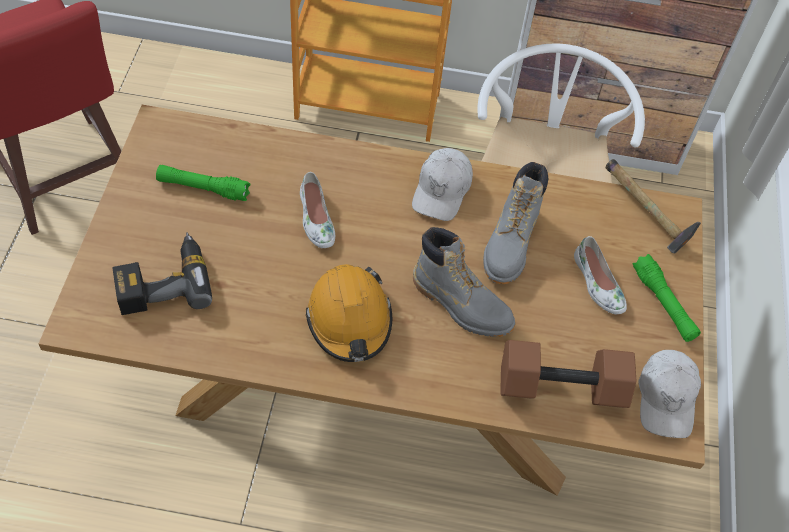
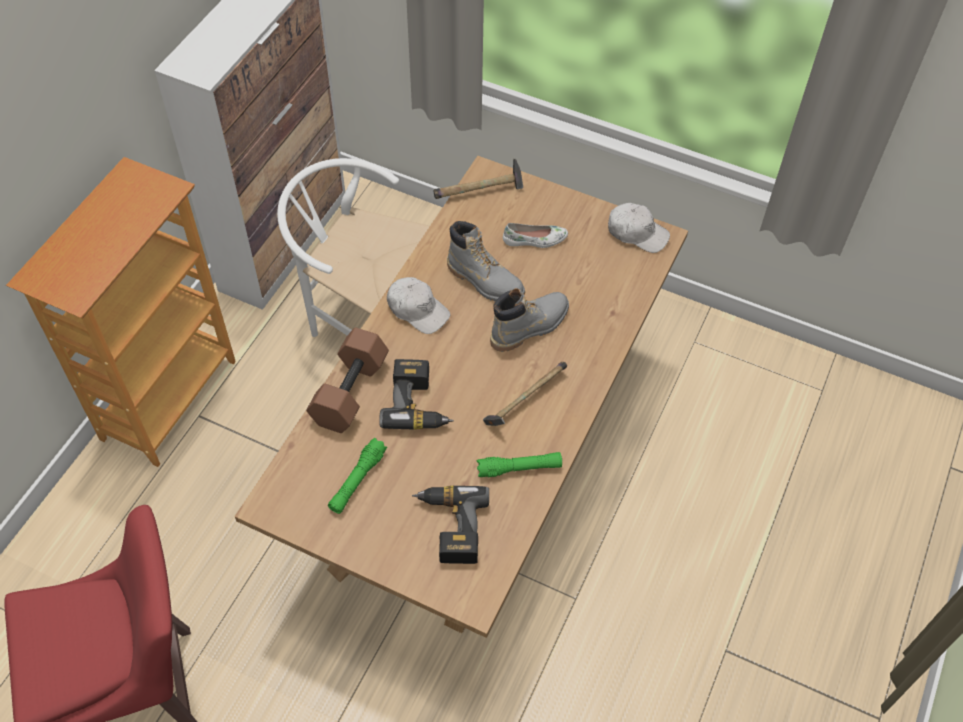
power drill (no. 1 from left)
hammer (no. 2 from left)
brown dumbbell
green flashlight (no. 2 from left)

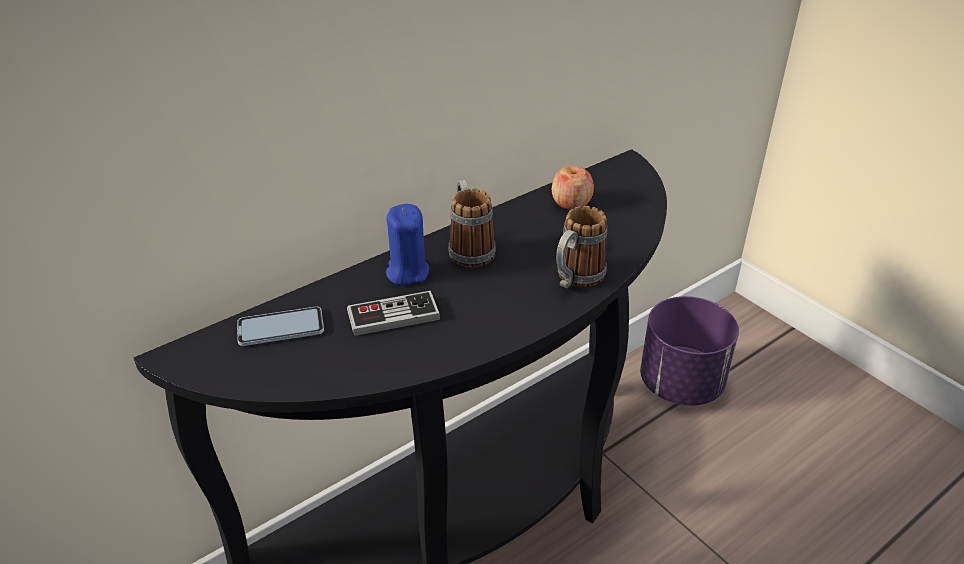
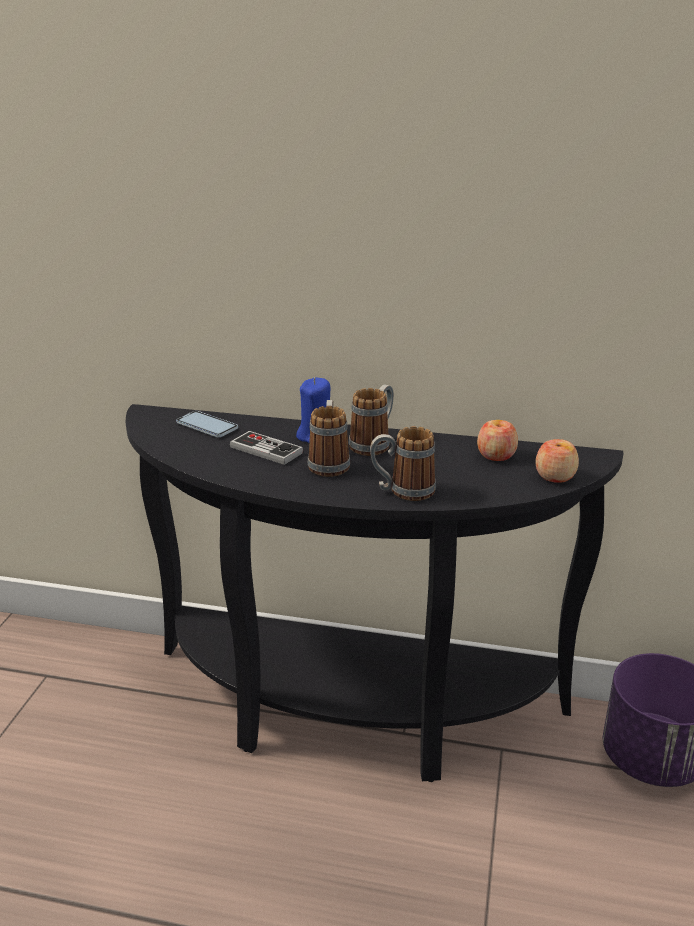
mug (no. 1 from left)
apple (no. 2 from left)

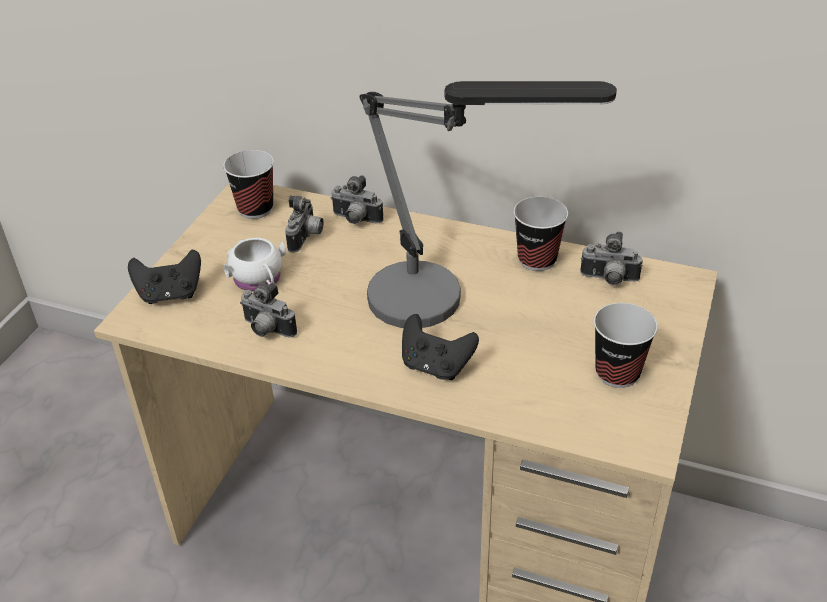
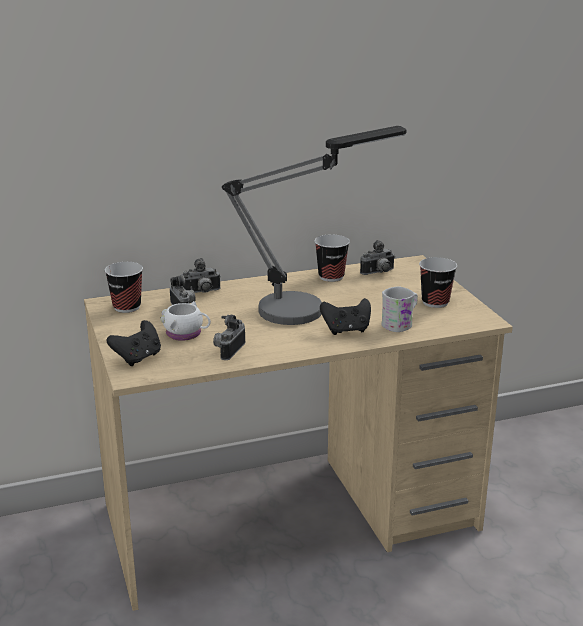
photo camera (no. 3 from left)
white mug (no. 2 from left)

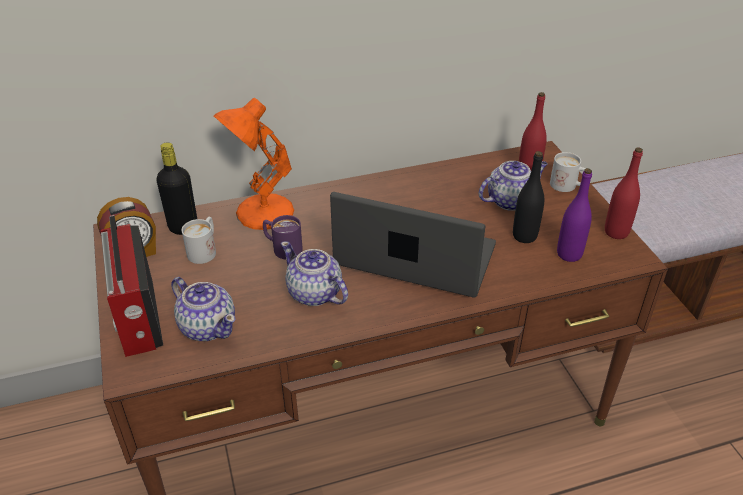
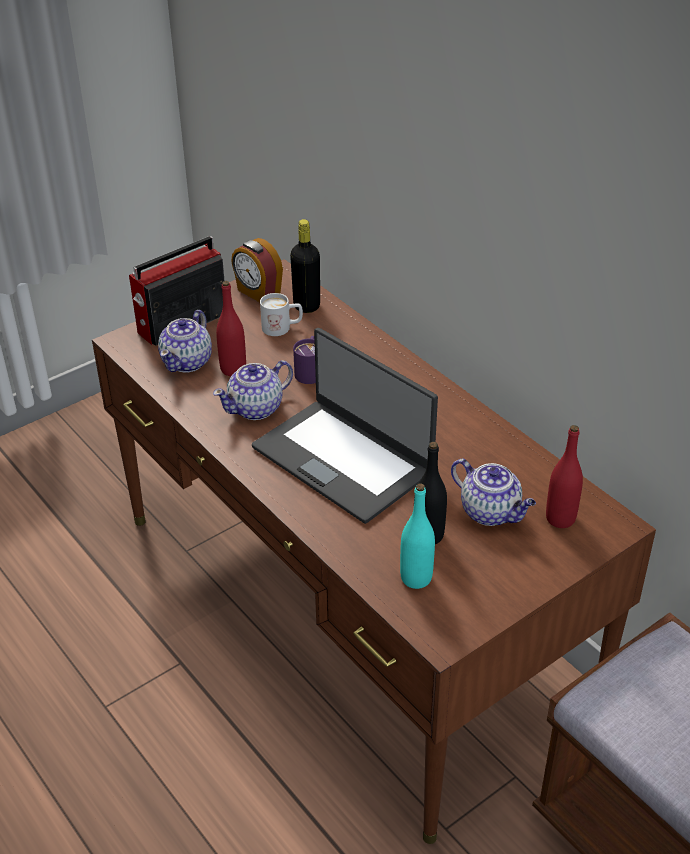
orange table lamp
teapot (no. 2 from left)
laptop
white mug (no. 2 from left in the first image)
turquoise bottle
red bottle (no. 1 from left)

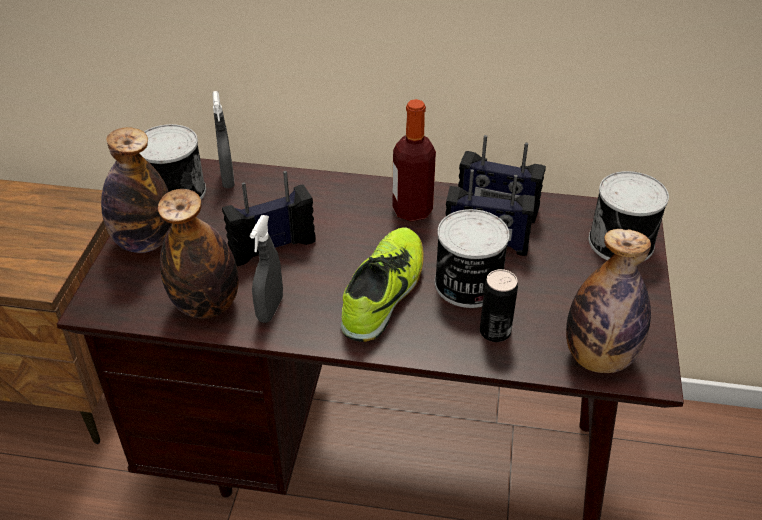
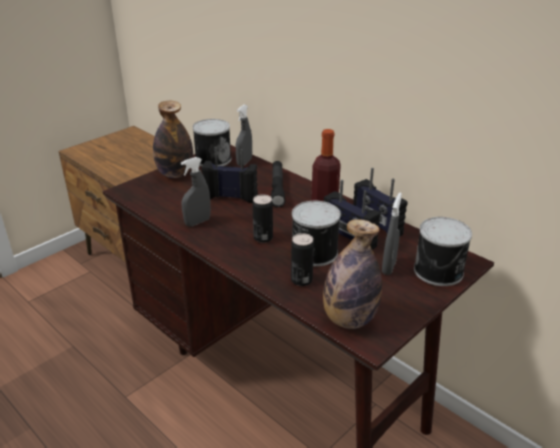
bottle (no. 2 from left in the first image)
can (no. 2 from left)
black flashlight
grey spray bottle (no. 3 from left)

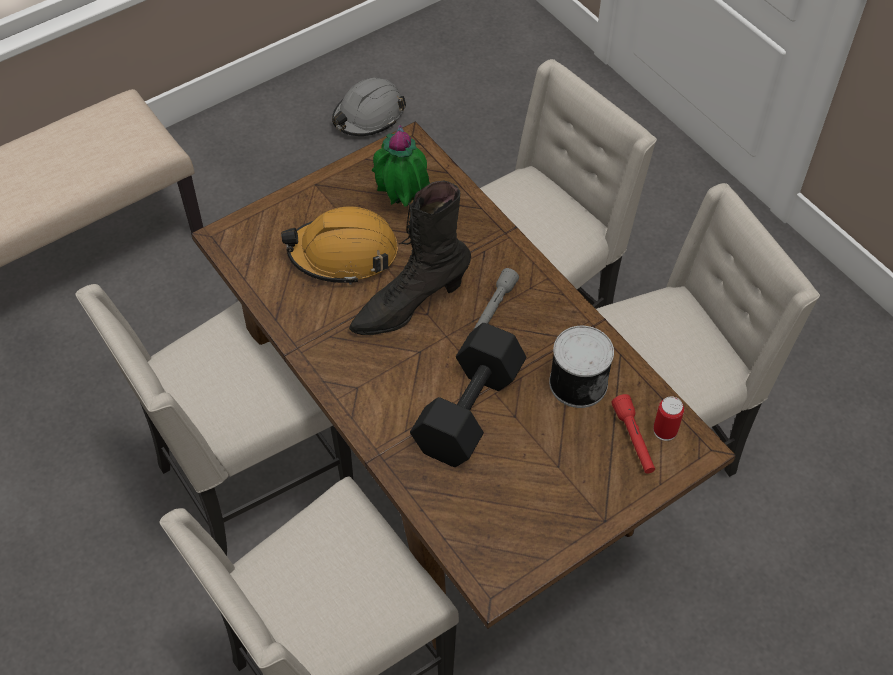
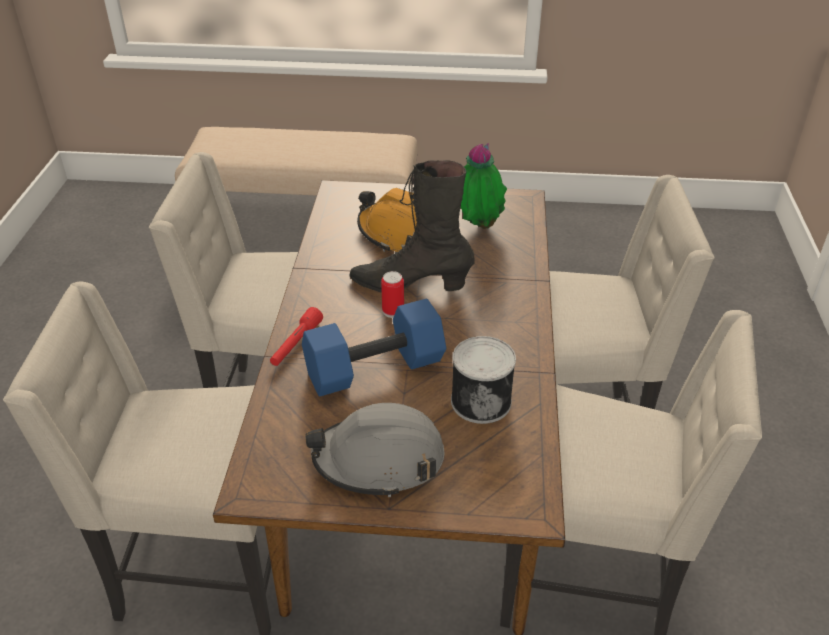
grey hard hat
blue dumbbell
grey flashlight
red flashlight
can (no. 1 from left)

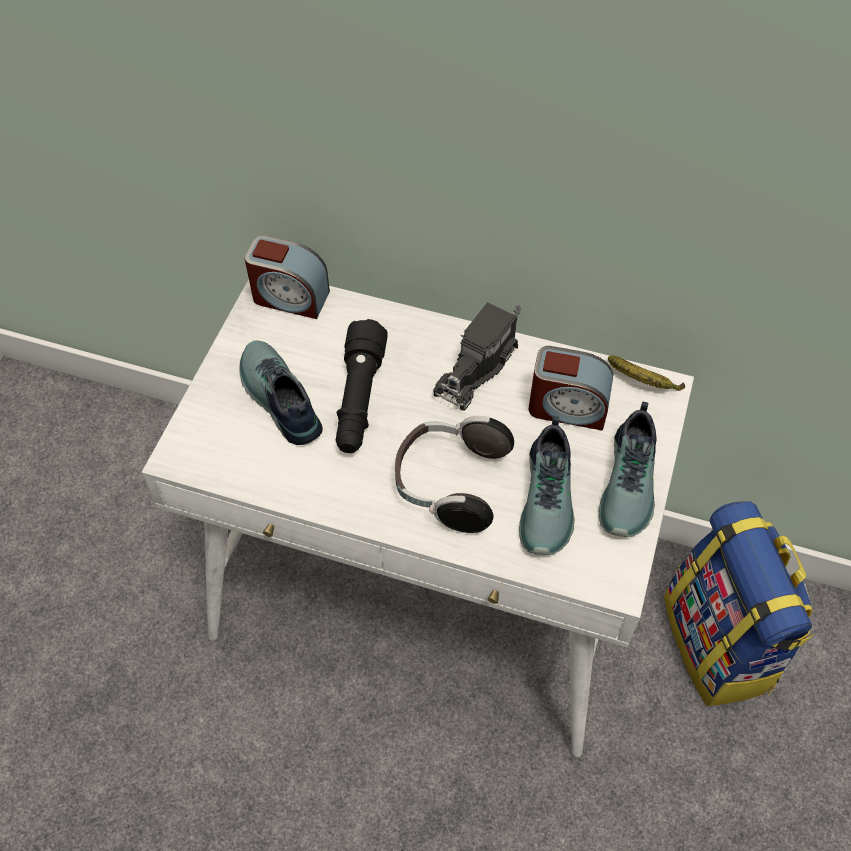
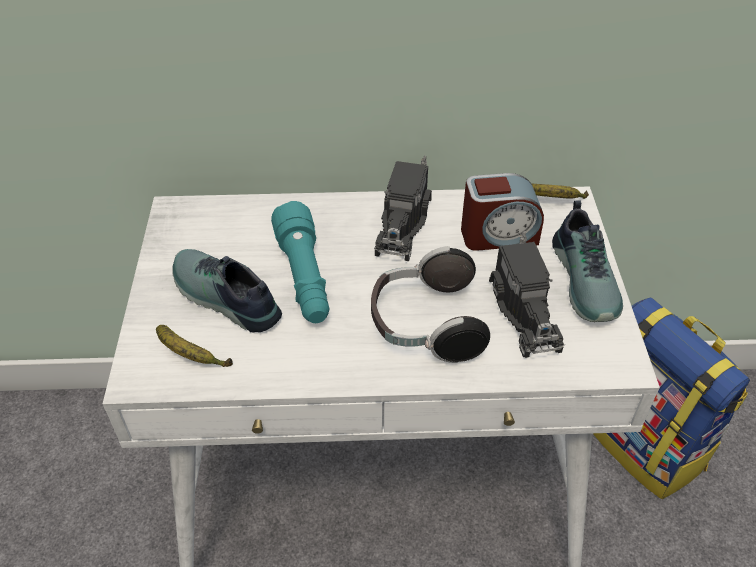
alarm clock (no. 1 from left in the first image)
turquoise flashlight
toy truck (no. 2 from left)
banana (no. 1 from left)

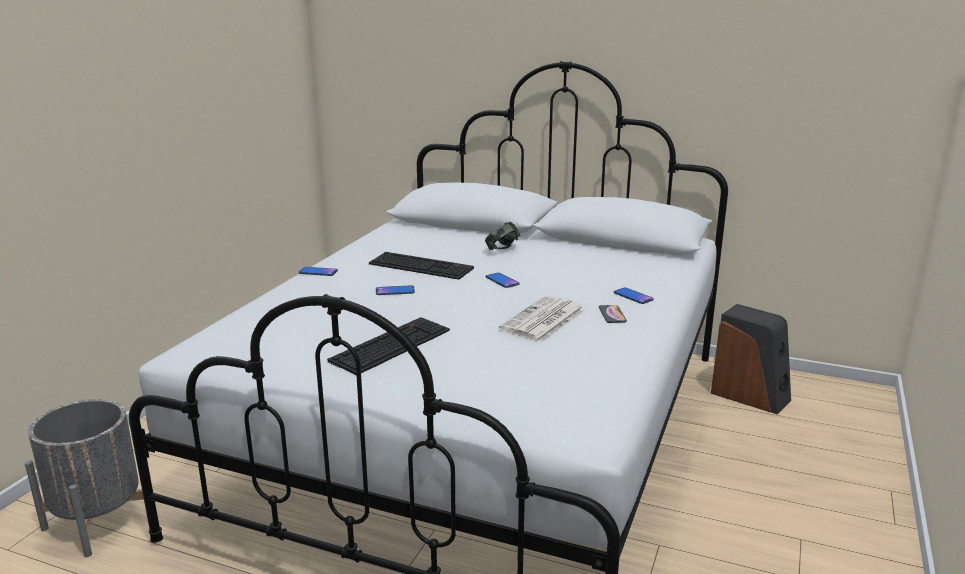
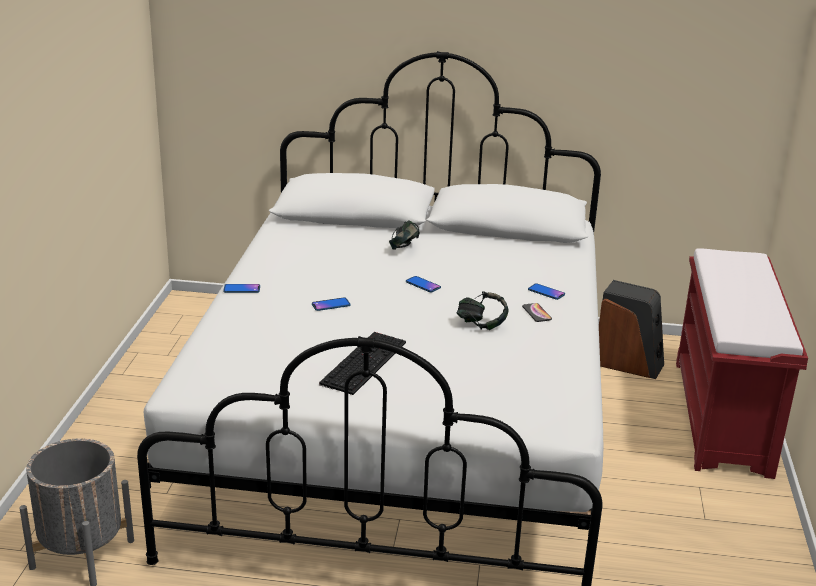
keyboard (no. 2 from left in the first image)
headphones (no. 2 from left)
red bench

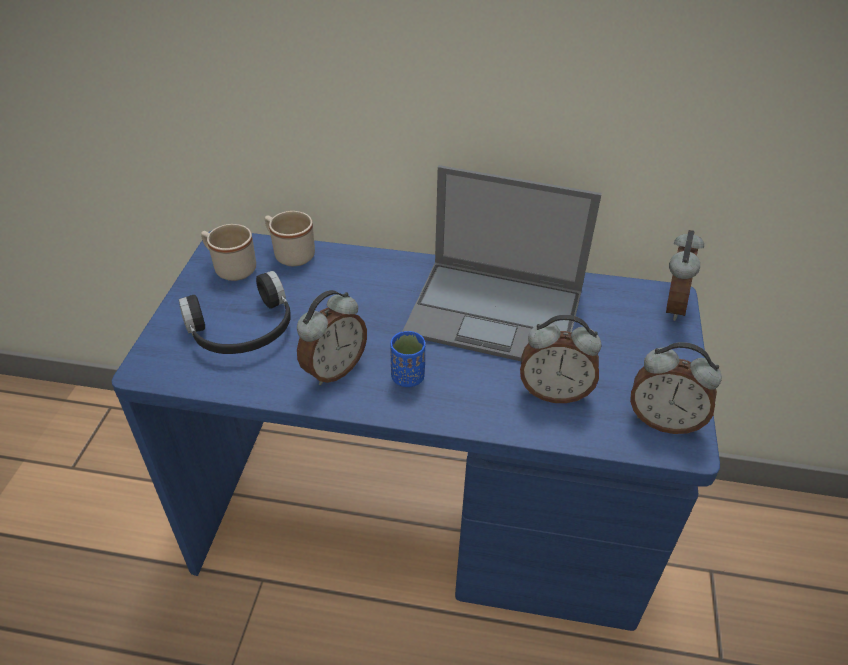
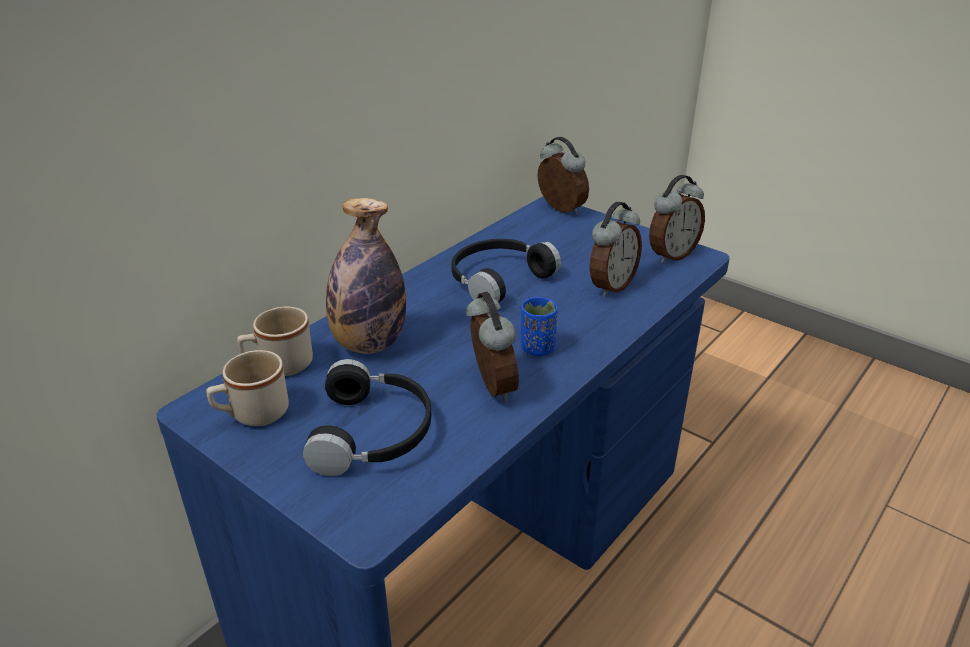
black headphones (no. 2 from left)
bottle

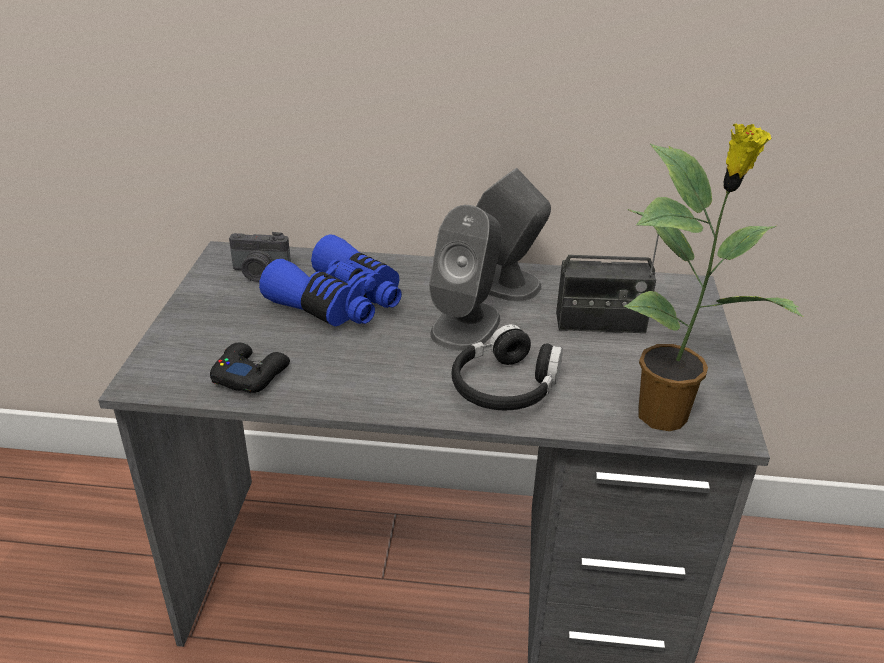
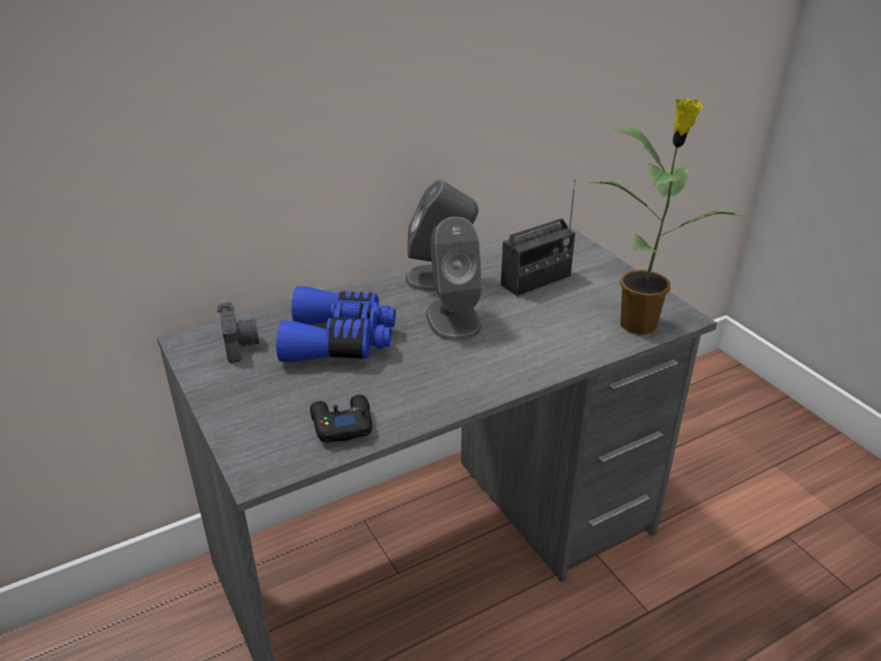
photo camera
black headphones

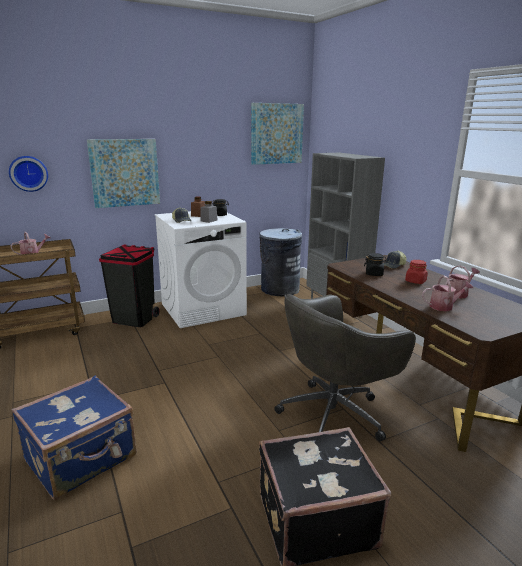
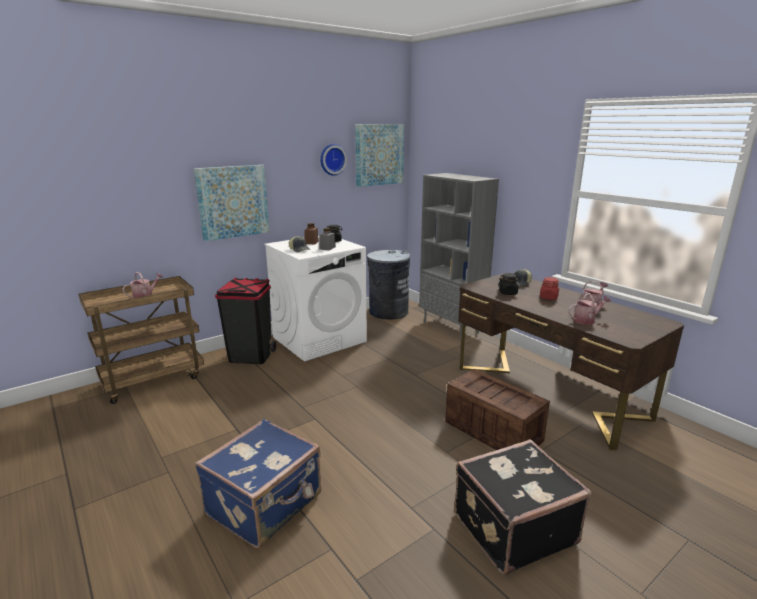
wall clock
crate

